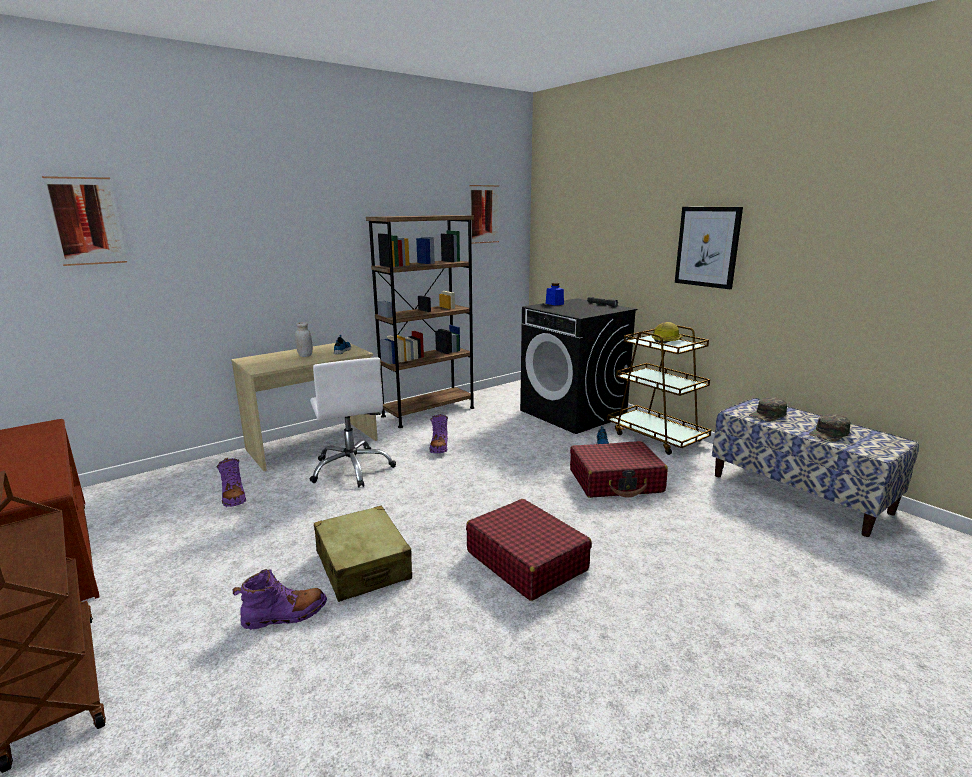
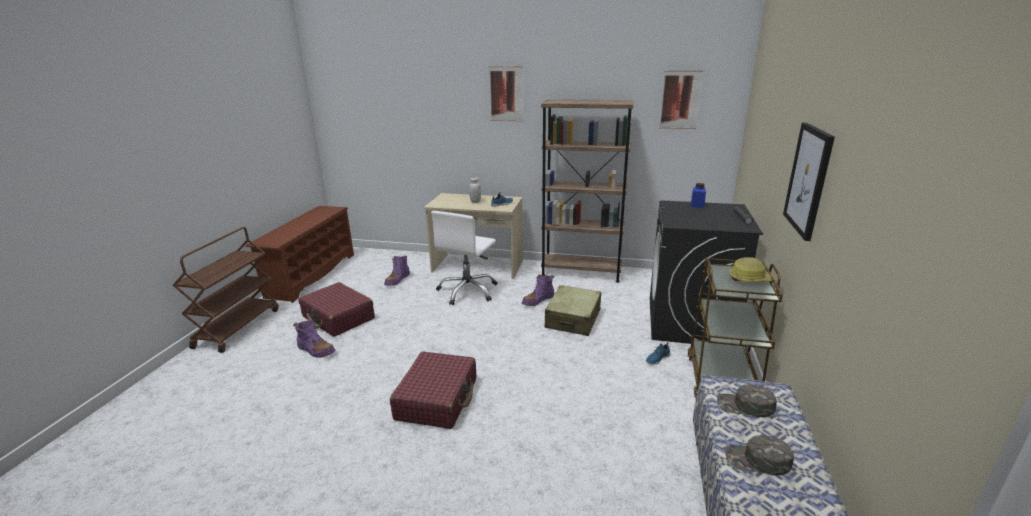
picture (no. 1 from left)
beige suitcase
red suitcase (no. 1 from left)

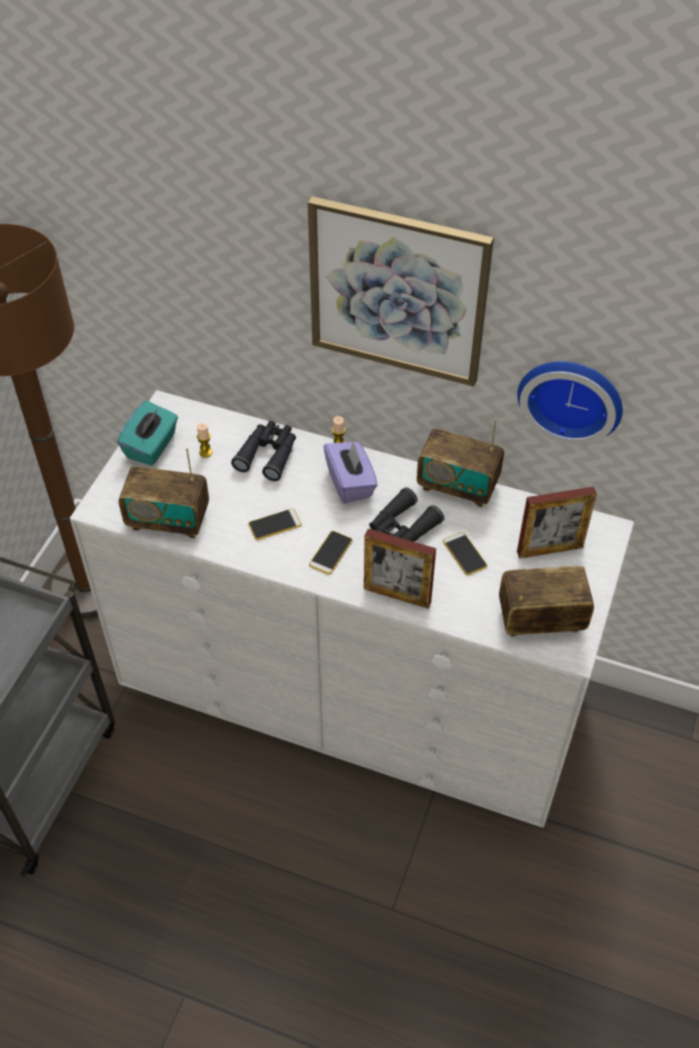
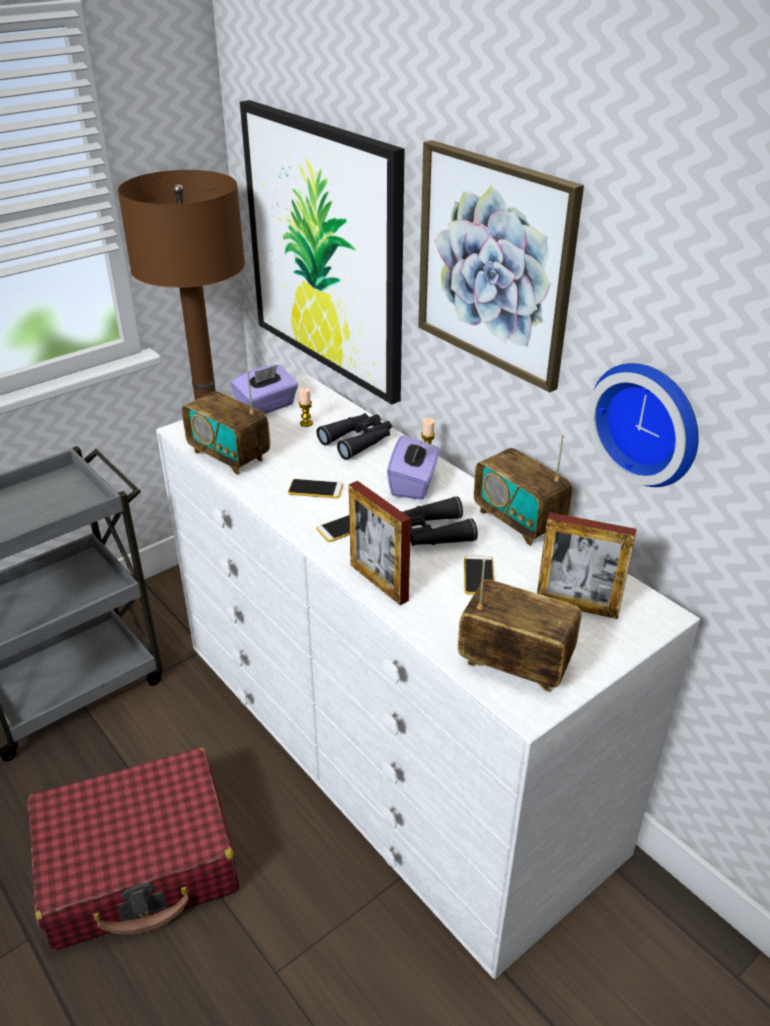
purple tissue box (no. 1 from left)
red suitcase
picture (no. 1 from left)

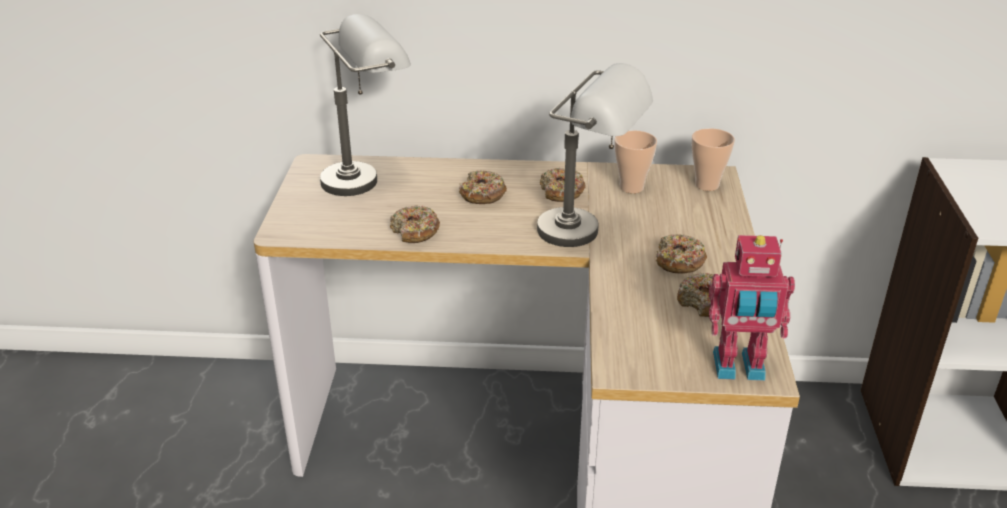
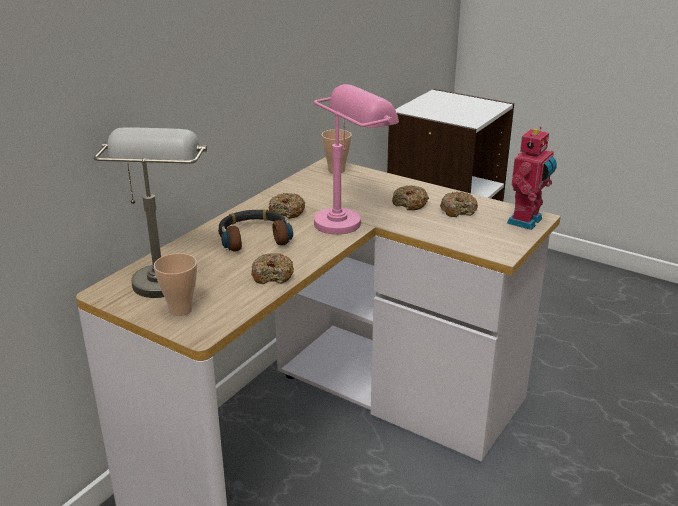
headphones
pink table lamp
cup (no. 1 from left)

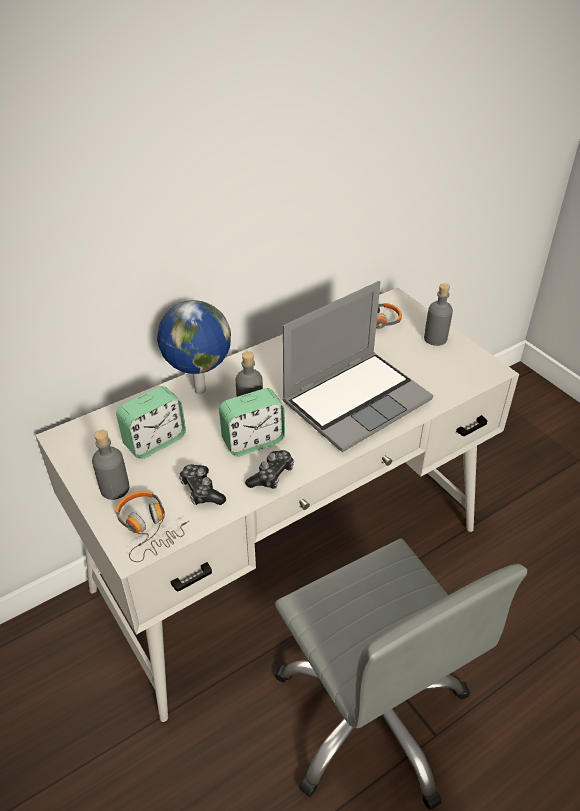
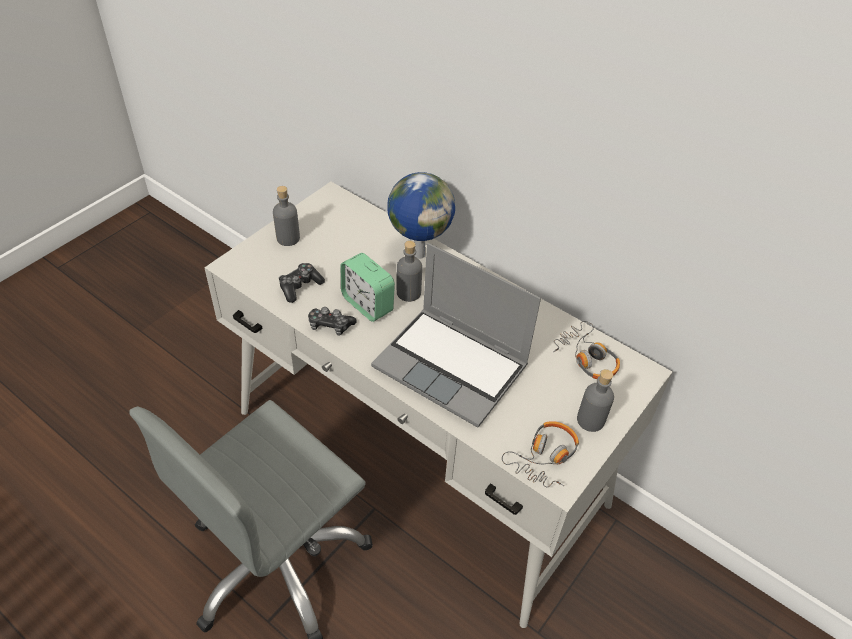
alarm clock (no. 1 from left in the first image)
headphones (no. 1 from left)

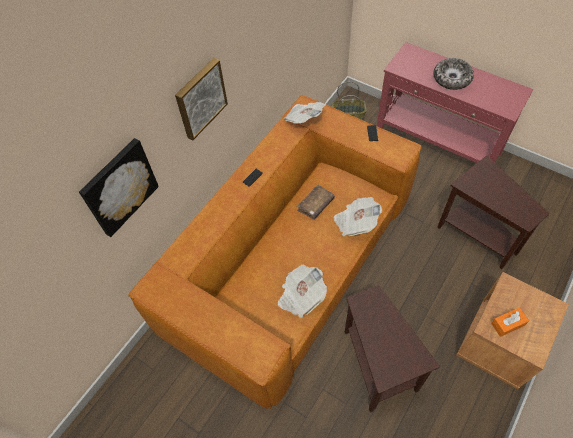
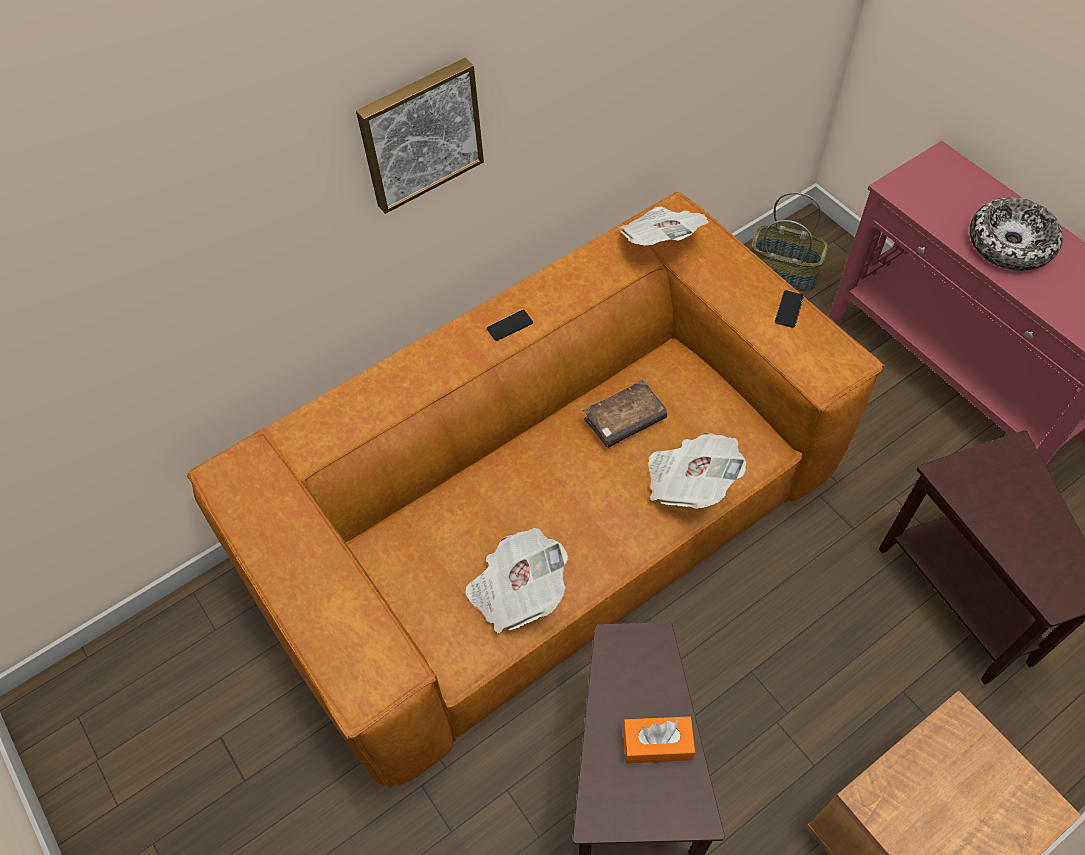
picture (no. 1 from left in the first image)
orange tissue box

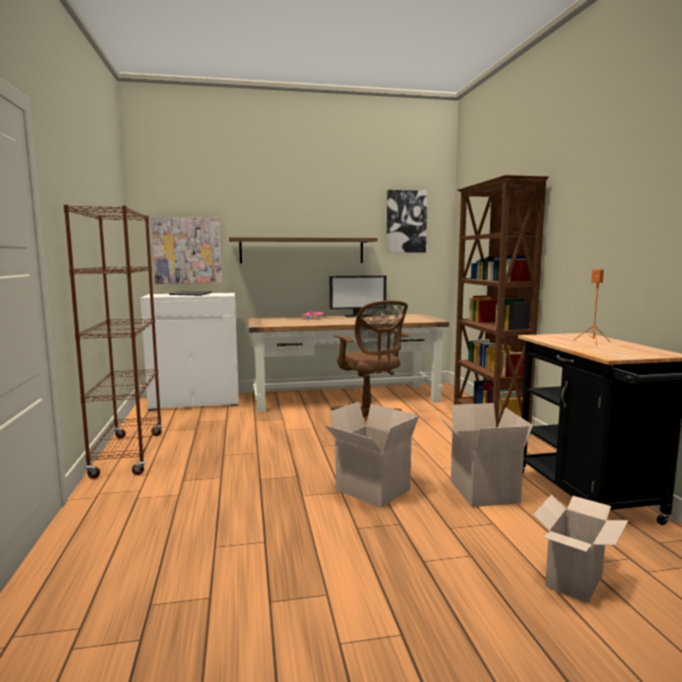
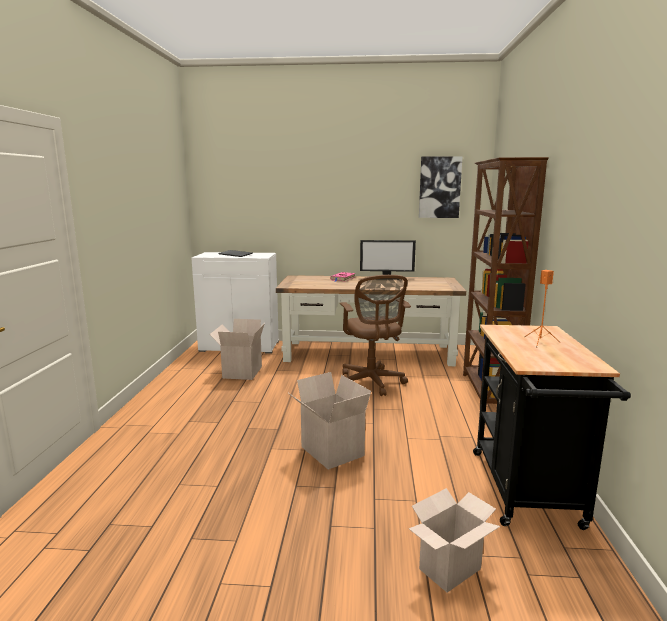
brown bookcase (no. 1 from left in the first image)
picture (no. 1 from left in the first image)
shelf
cardboard box (no. 1 from left)

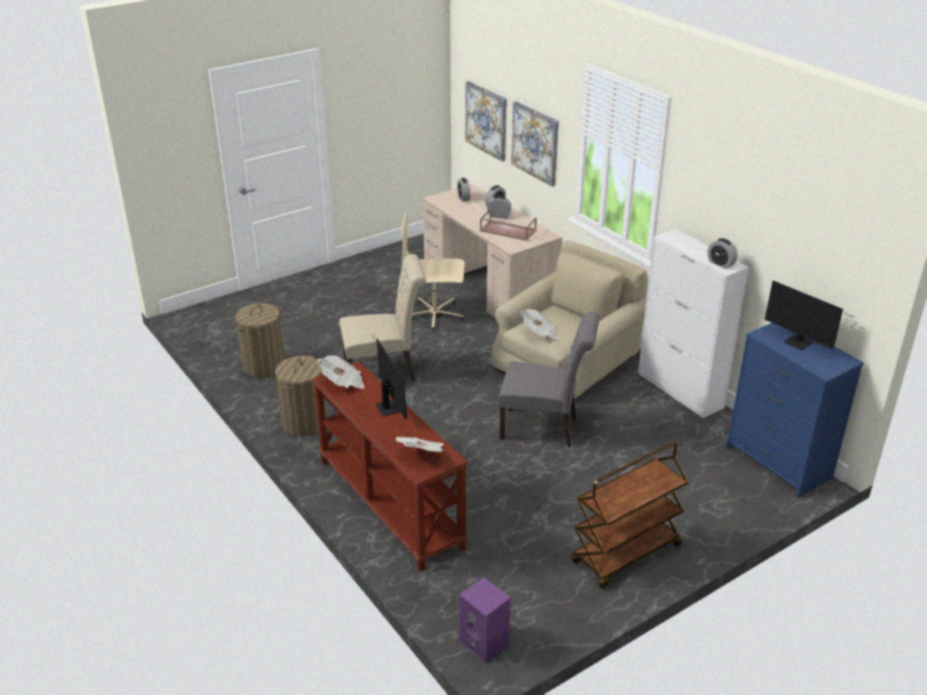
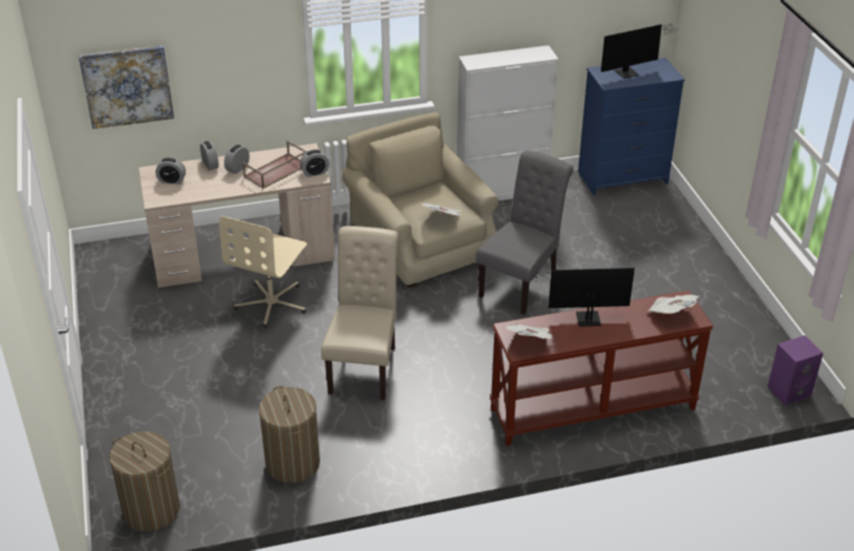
laundry basket (no. 1 from left)
picture (no. 2 from left in the first image)
brown cart
alarm clock (no. 4 from left)

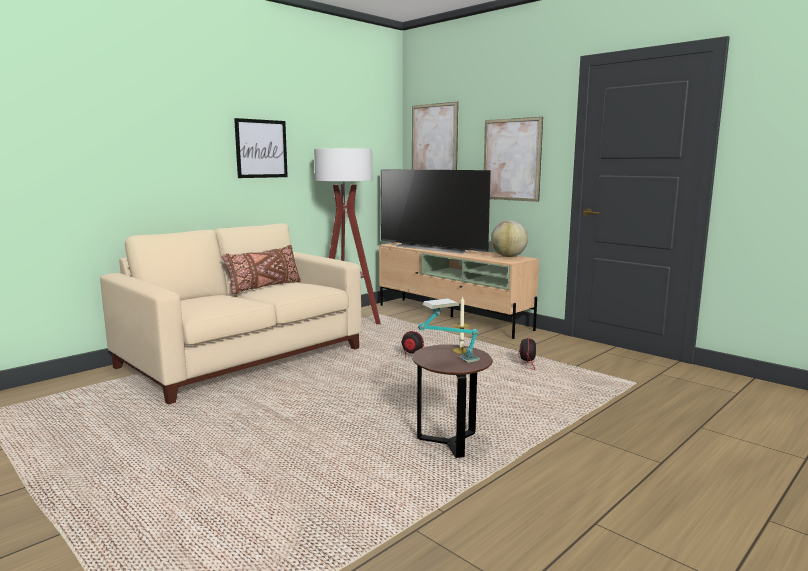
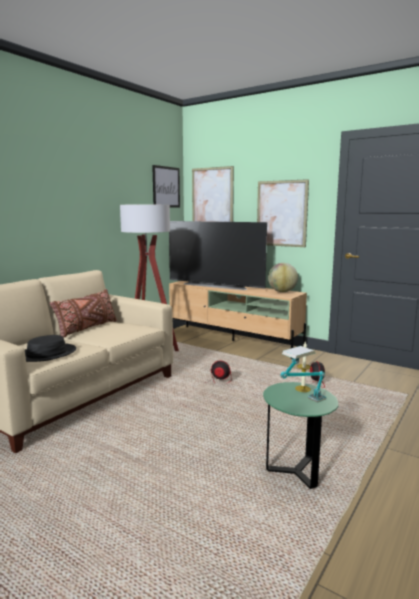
picture (no. 1 from left)
green side table
black hat

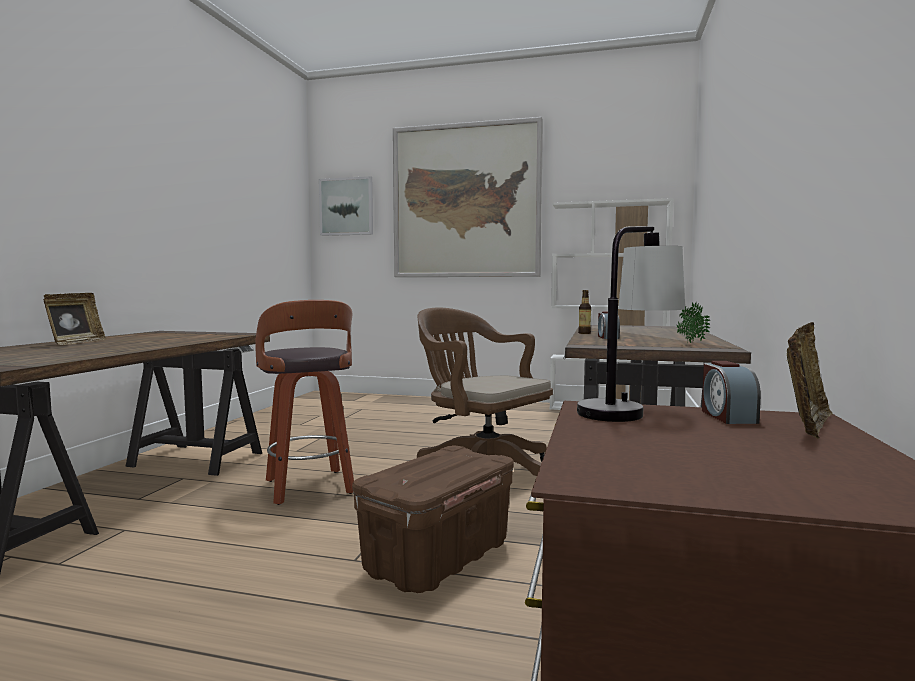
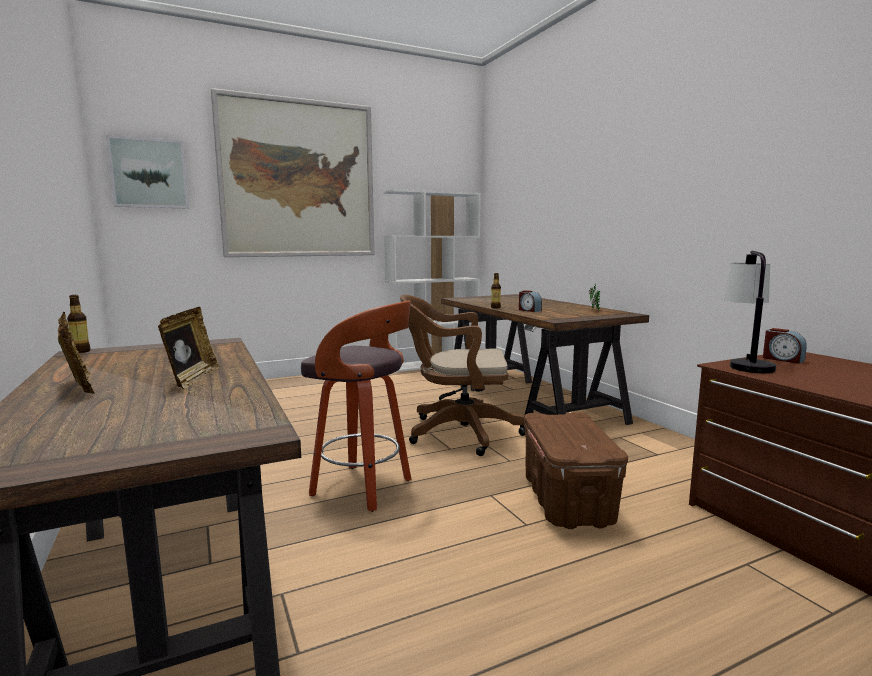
picture frame (no. 2 from left)
bottle (no. 1 from left)

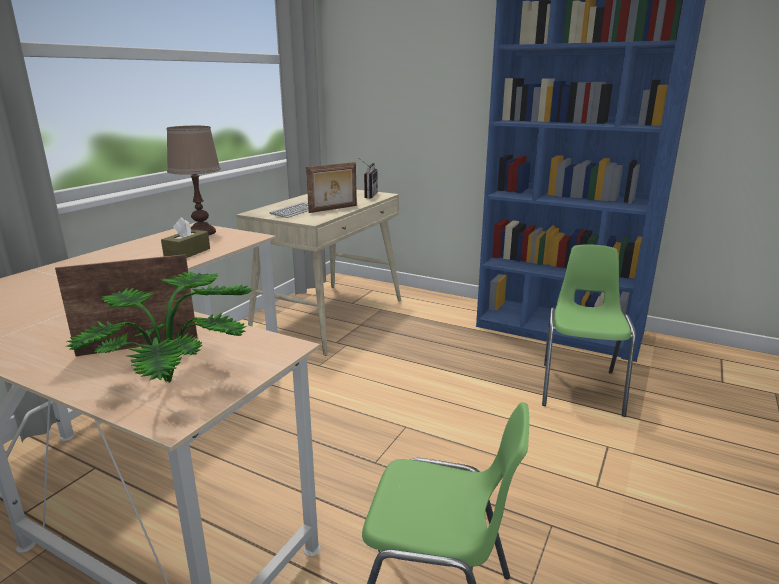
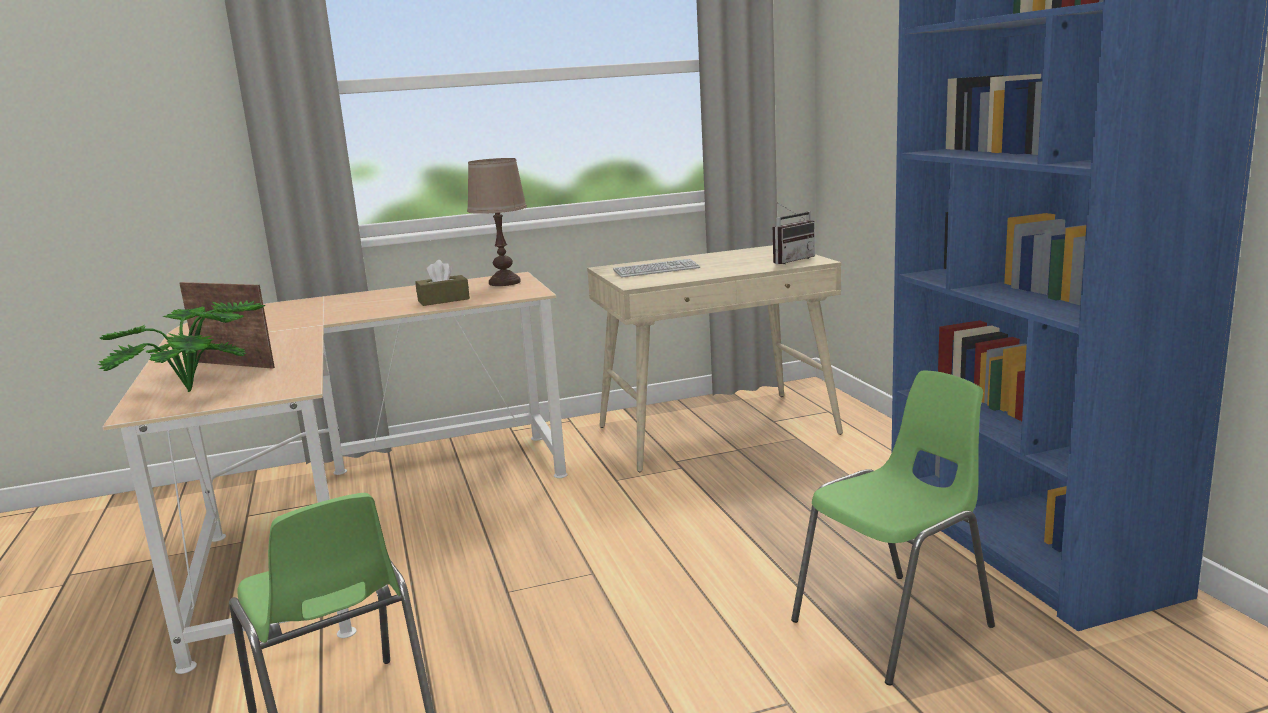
picture frame (no. 2 from left in the first image)

